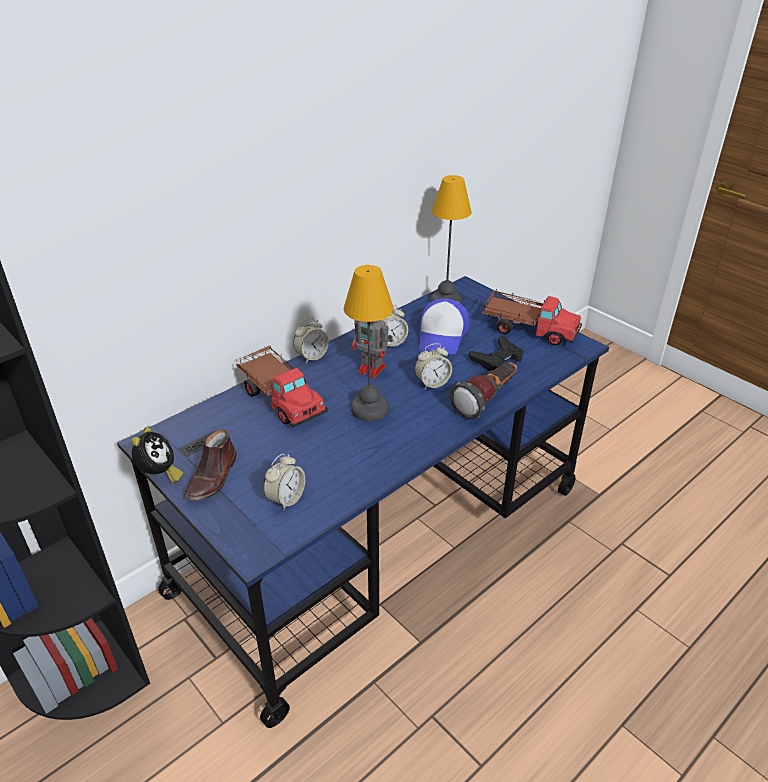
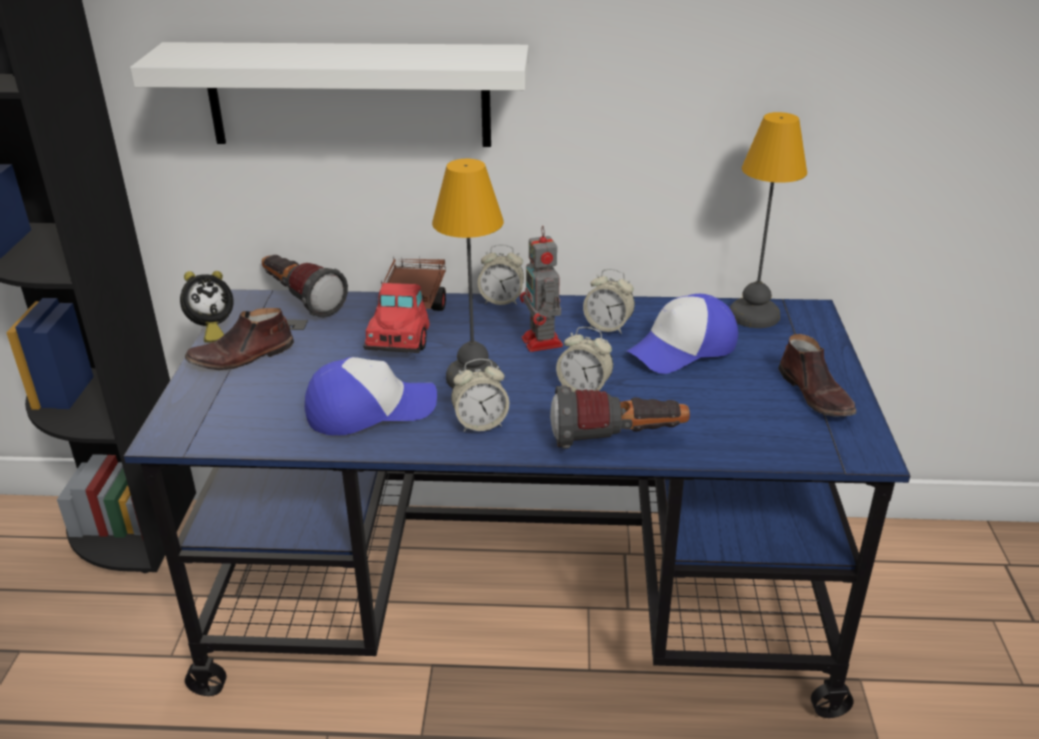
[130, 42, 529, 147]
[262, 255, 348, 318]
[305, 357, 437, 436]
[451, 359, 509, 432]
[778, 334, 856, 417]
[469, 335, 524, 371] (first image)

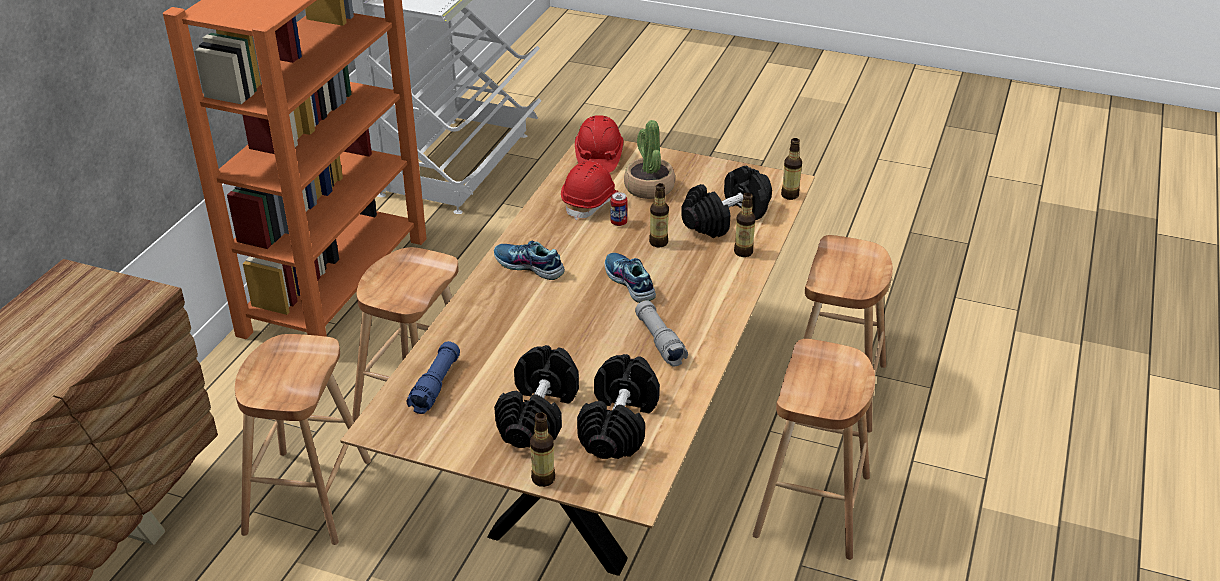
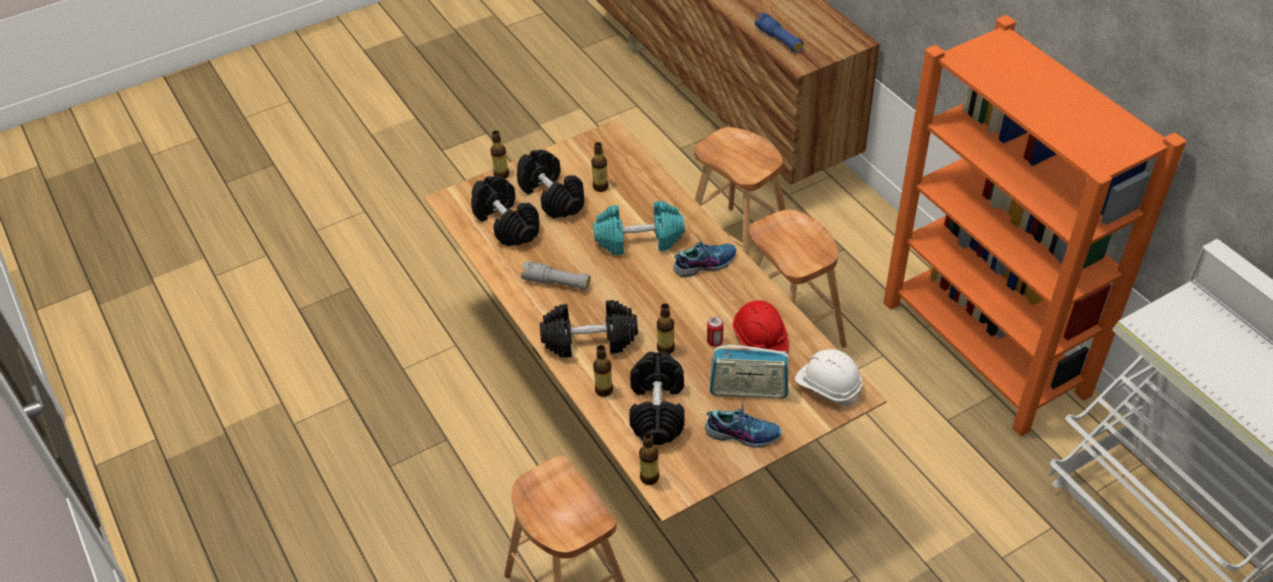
[540, 300, 638, 358]
[591, 142, 608, 192]
[593, 201, 685, 255]
[705, 401, 782, 448]
[710, 345, 790, 398]
[755, 13, 804, 53]
[795, 349, 862, 406]
[753, 339, 875, 560] (first image)

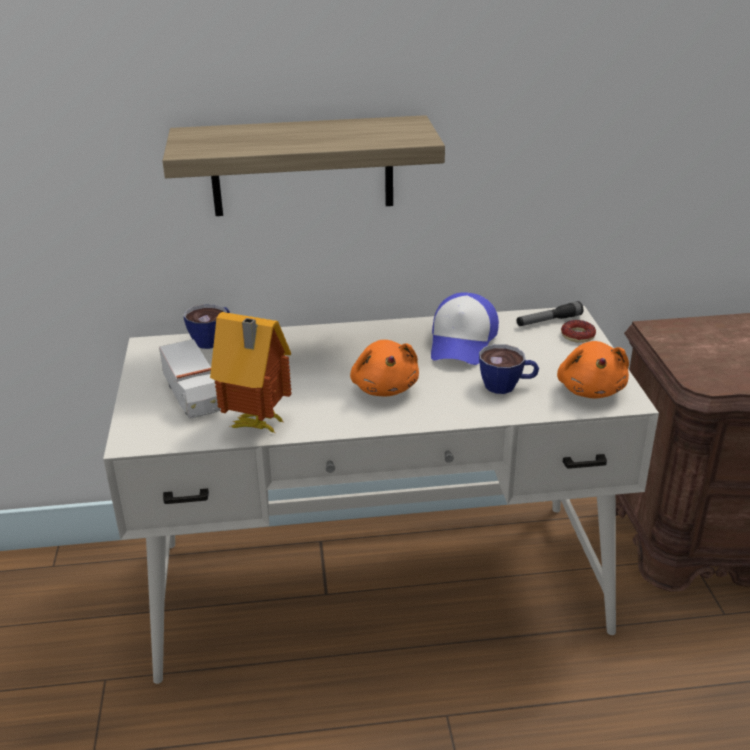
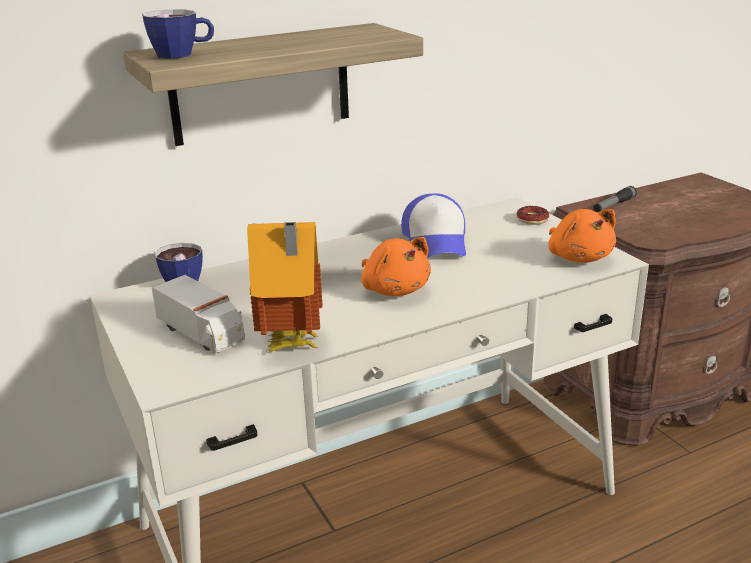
[142, 9, 214, 59]
[593, 186, 637, 212]

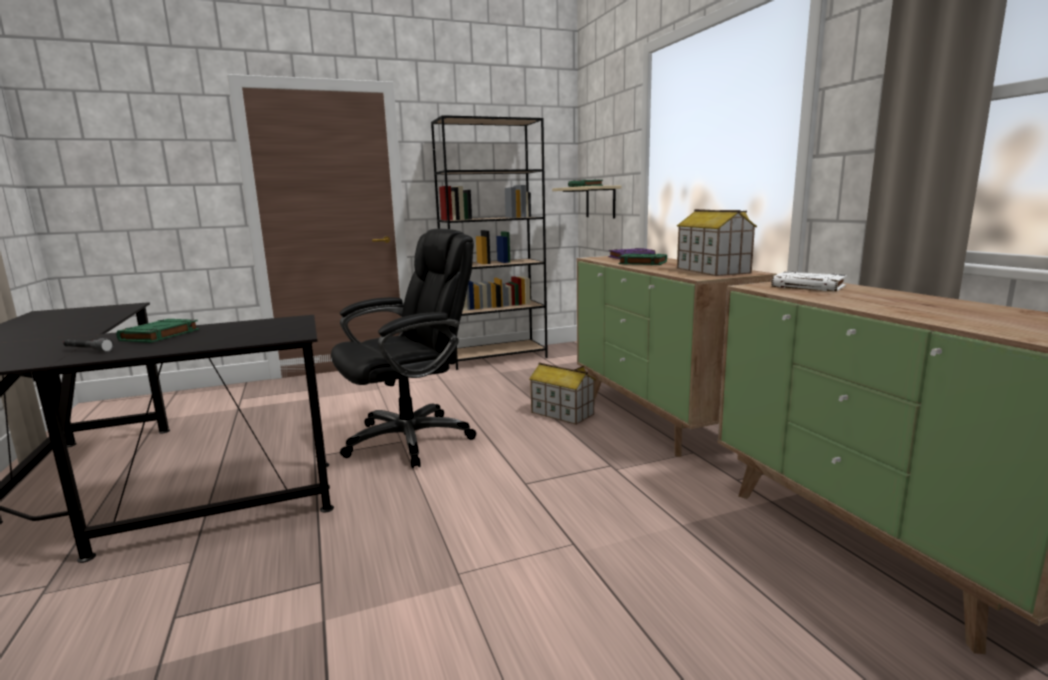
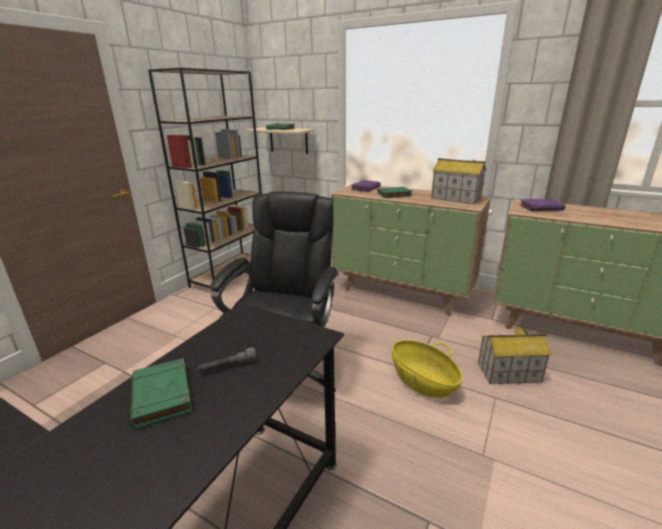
[198, 347, 257, 372]
[392, 340, 462, 398]
[478, 325, 551, 384]
[519, 198, 565, 211]

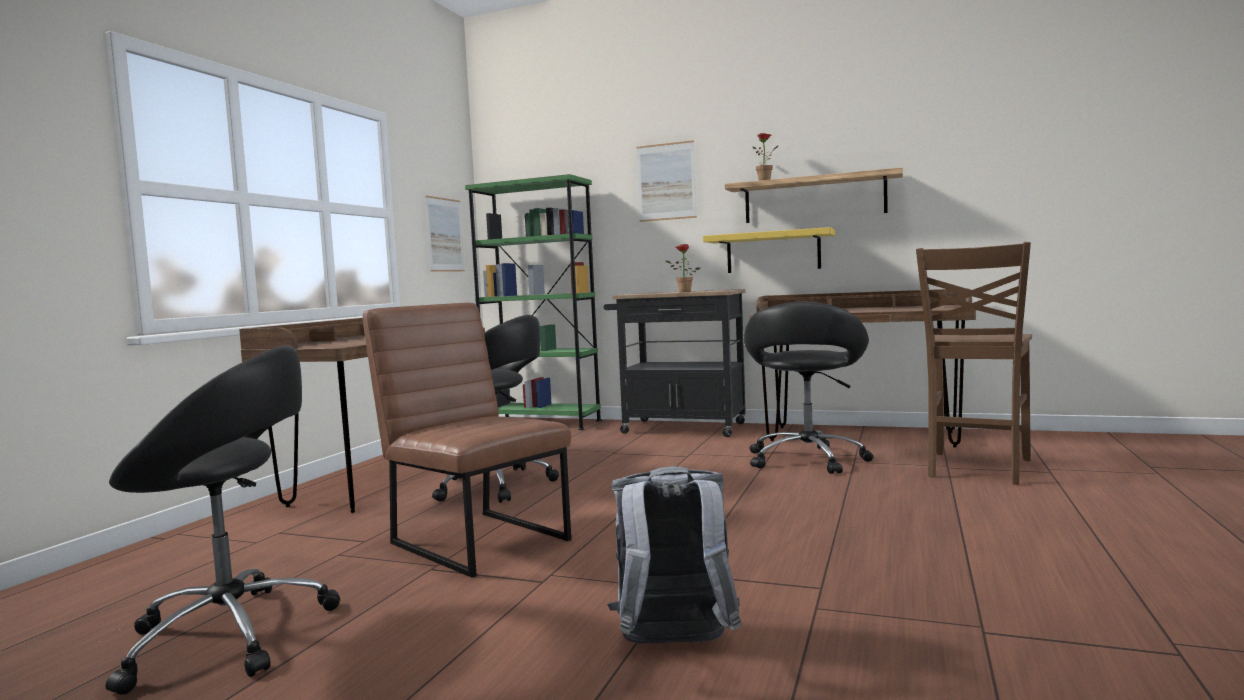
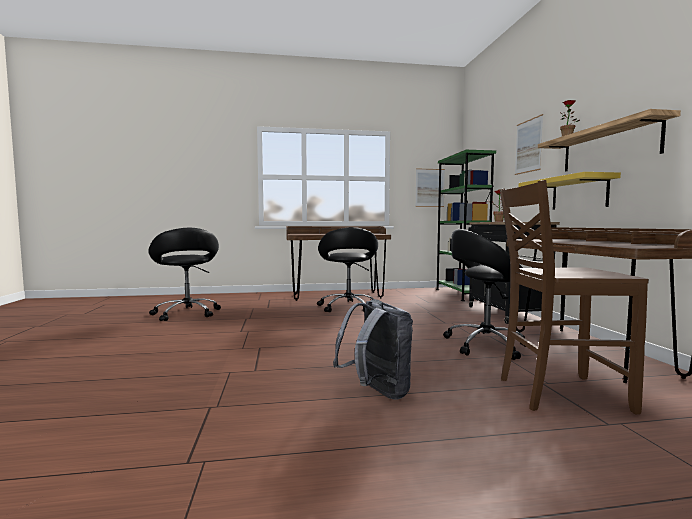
[333, 299, 413, 400]
[363, 303, 571, 578] (first image)

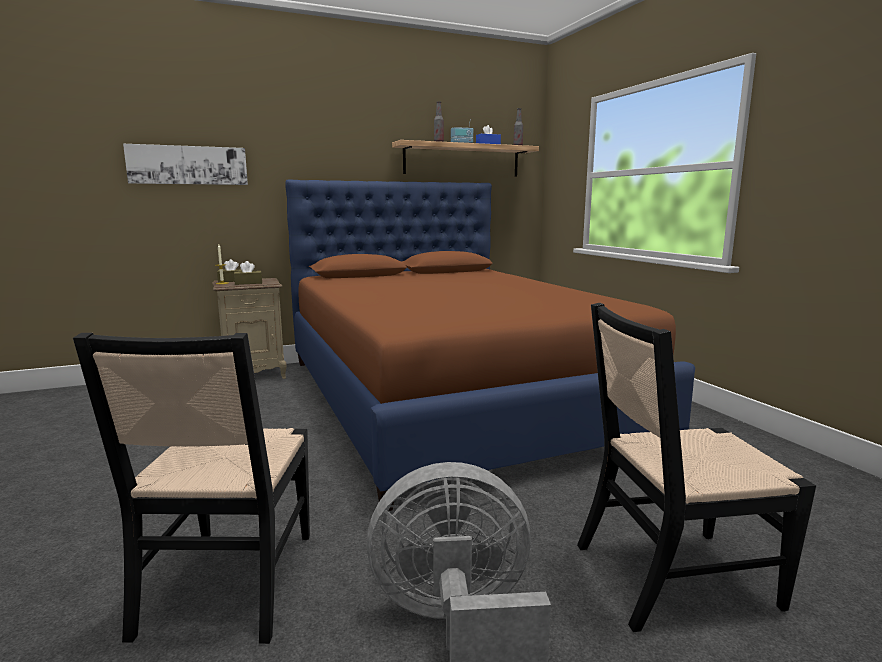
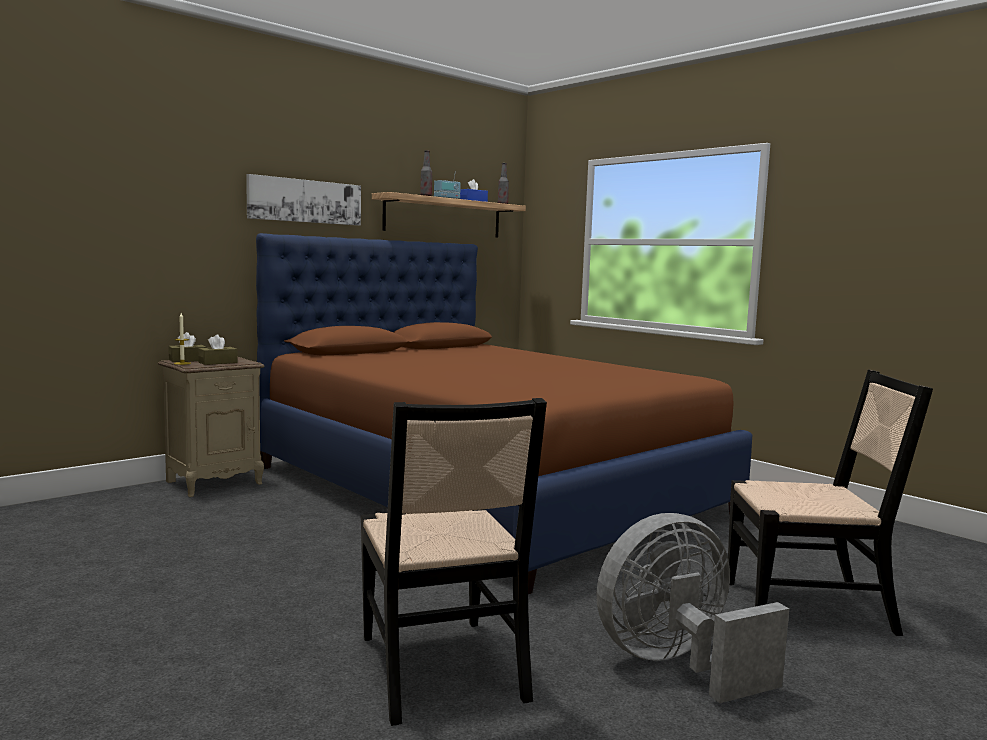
[246, 174, 361, 226]
[728, 369, 933, 636]

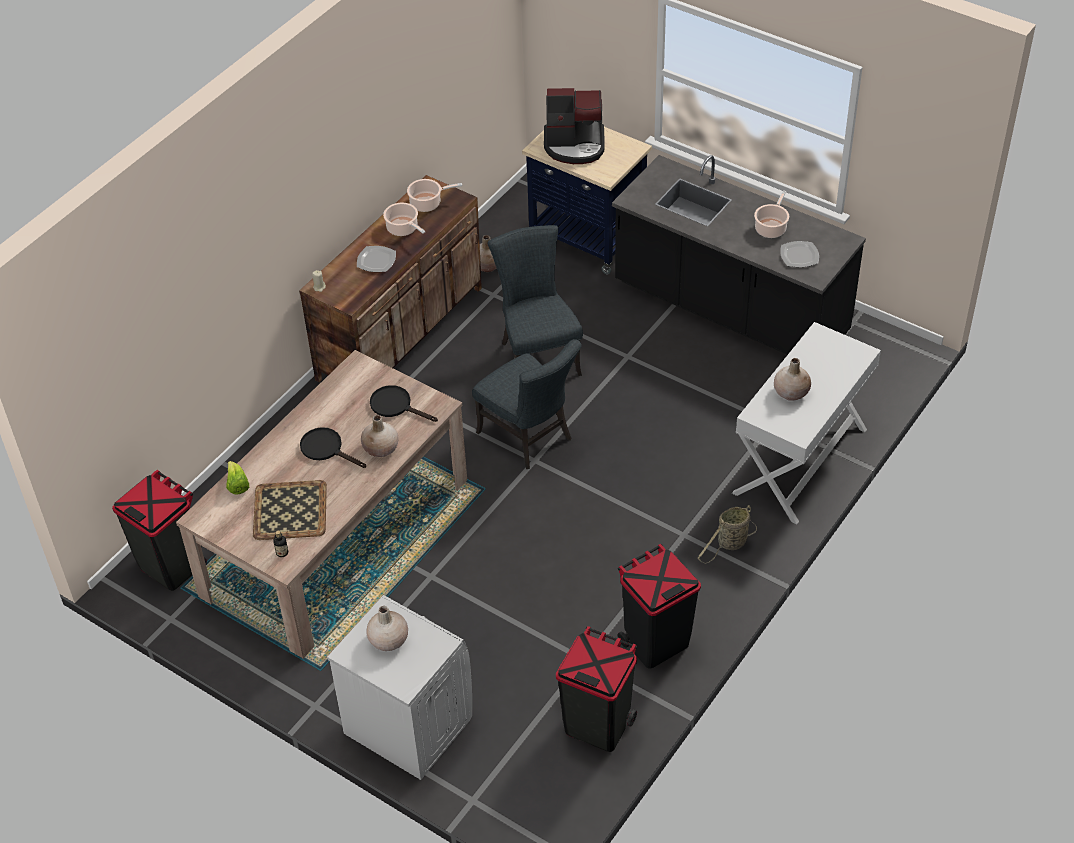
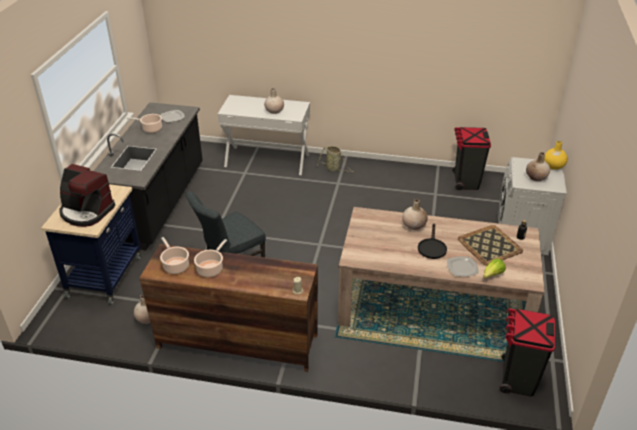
[60, 164, 115, 227]
[447, 256, 479, 277]
[544, 141, 568, 170]
[370, 385, 438, 422] (first image)
[472, 339, 582, 469] (first image)
[618, 544, 701, 669] (first image)

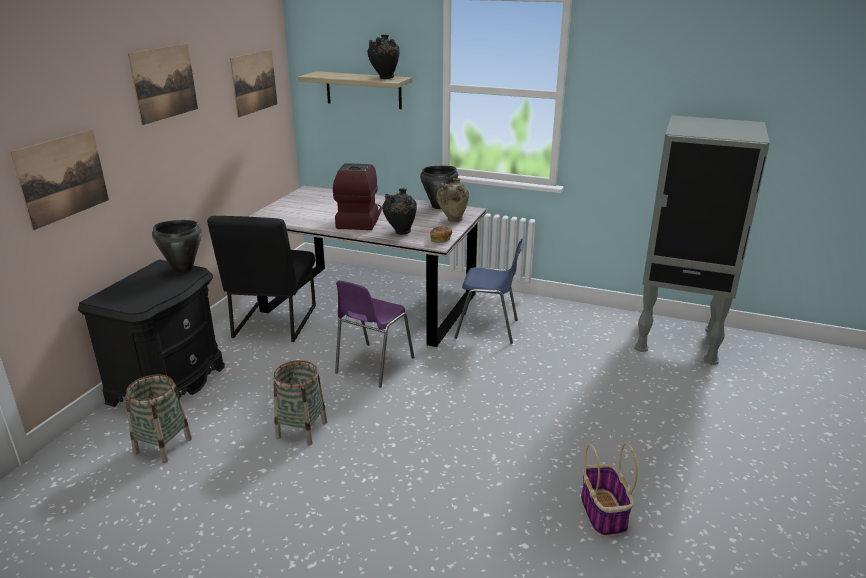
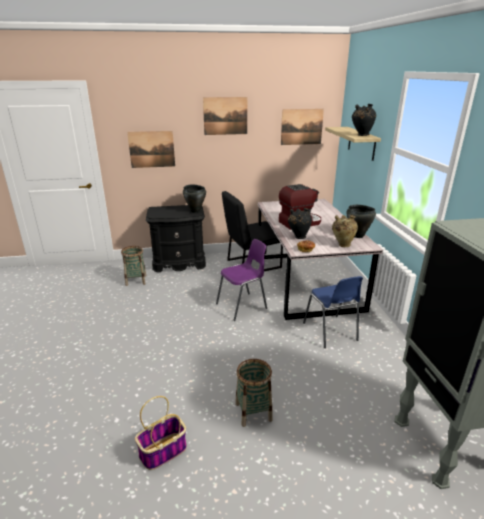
[216, 239, 267, 321]
[235, 359, 273, 427]

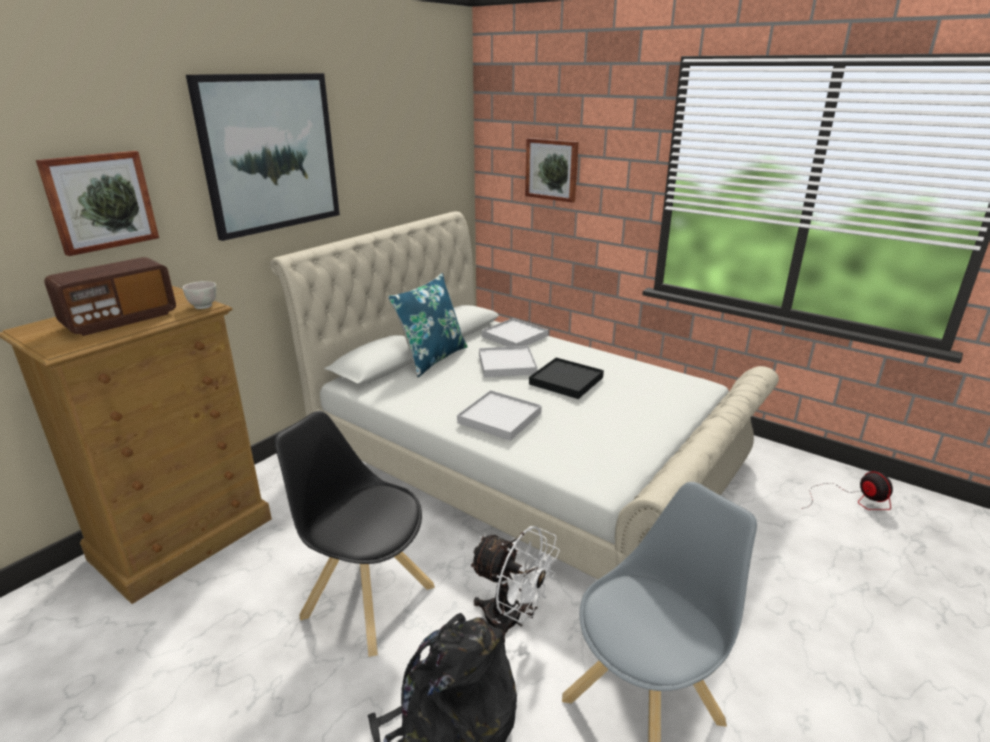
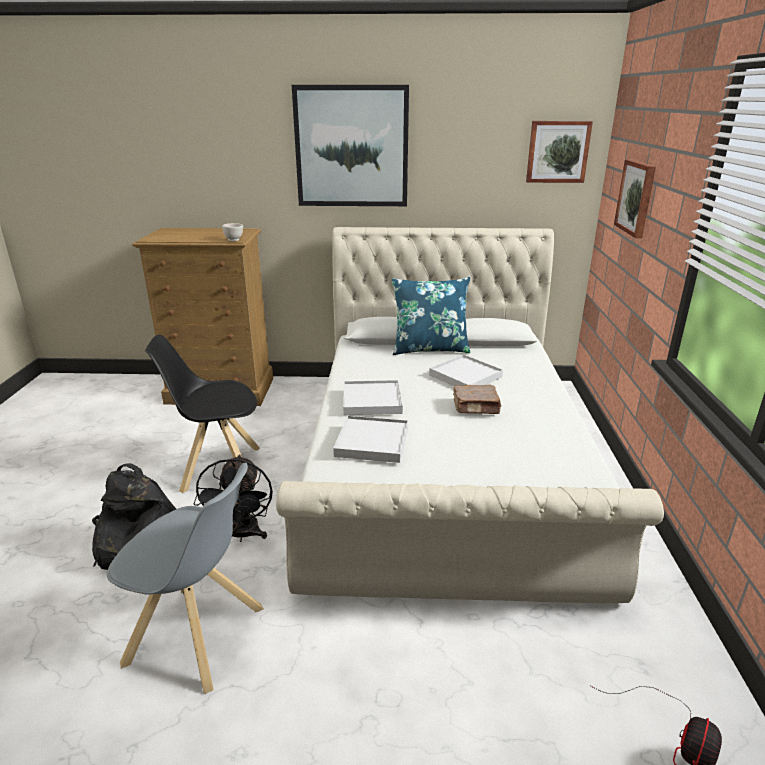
[145, 335, 260, 493]
[194, 455, 273, 542]
[333, 416, 408, 463]
[453, 385, 501, 414]
[526, 121, 593, 183]
[44, 257, 176, 336] (first image)

